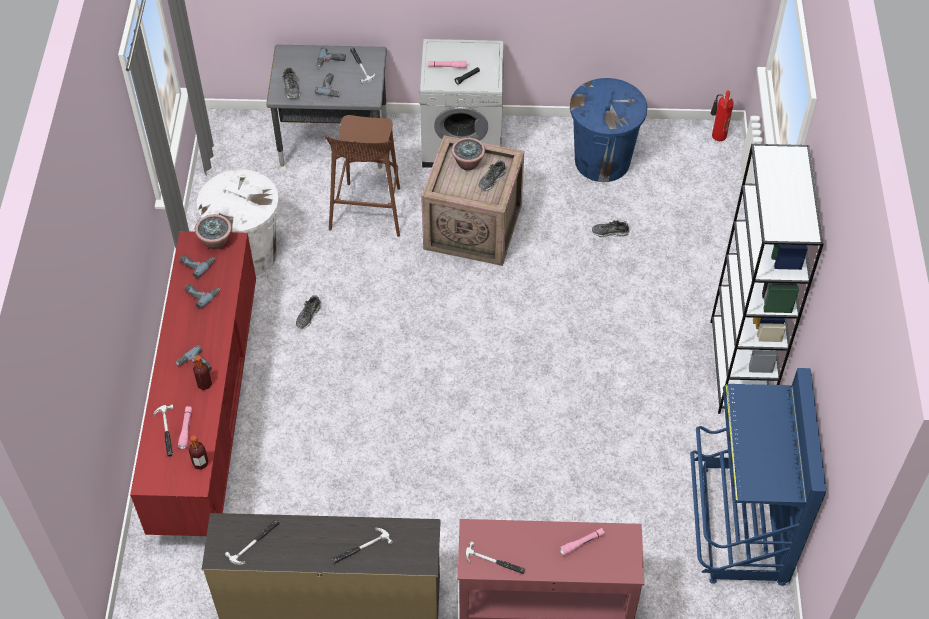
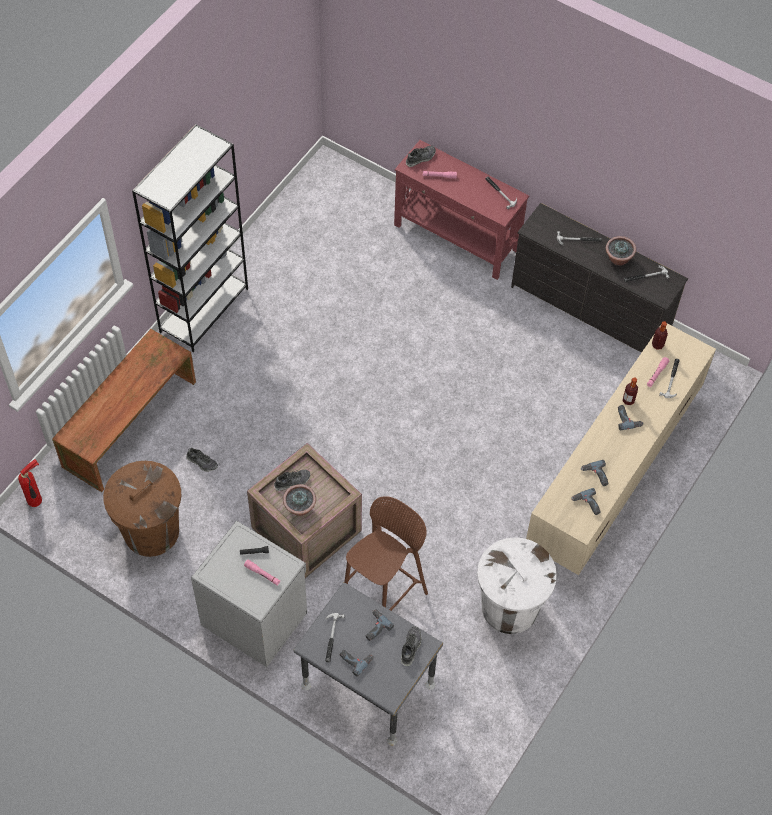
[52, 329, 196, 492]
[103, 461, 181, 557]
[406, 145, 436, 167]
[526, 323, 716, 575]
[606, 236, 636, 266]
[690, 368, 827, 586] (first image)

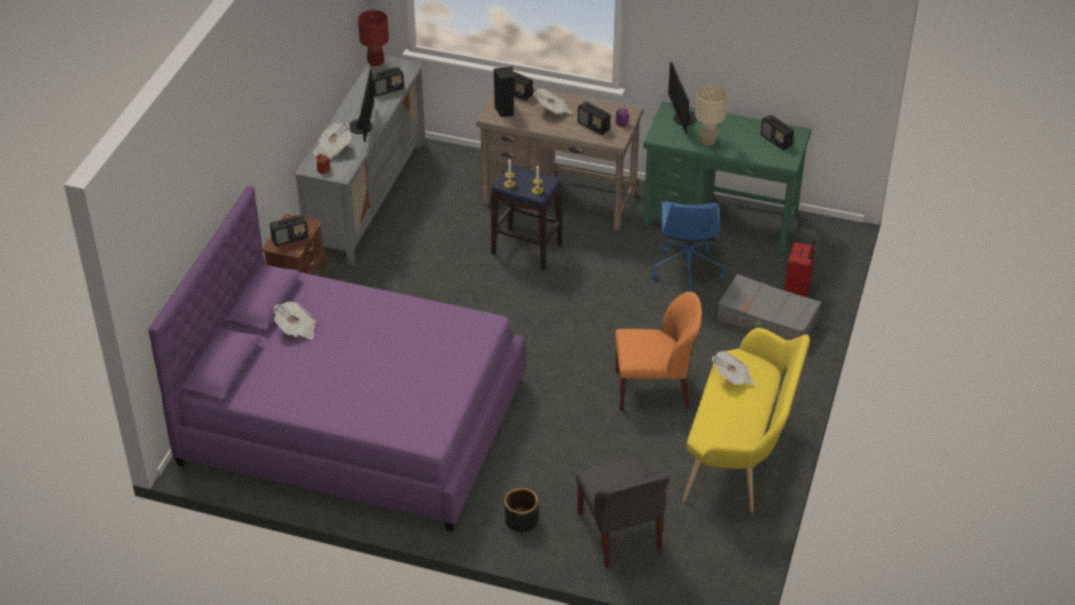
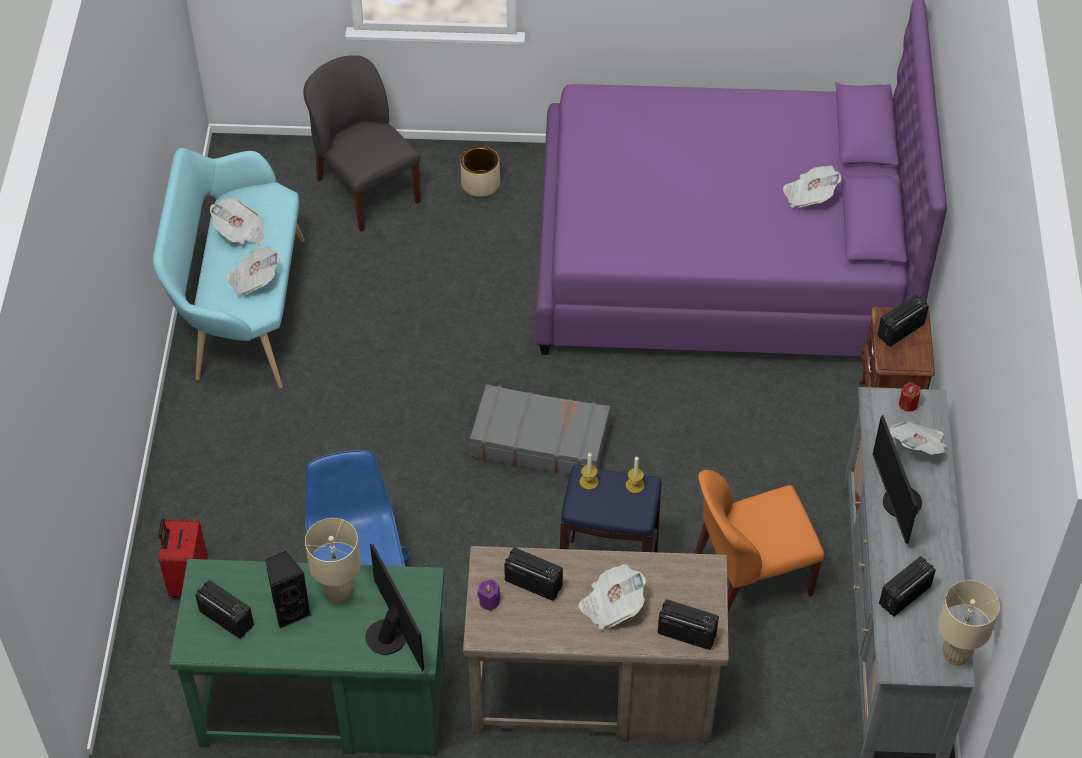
[153, 148, 305, 389]
[210, 198, 265, 244]
[265, 551, 311, 629]
[460, 146, 500, 197]
[470, 384, 610, 475]
[694, 470, 824, 612]
[938, 580, 1000, 666]

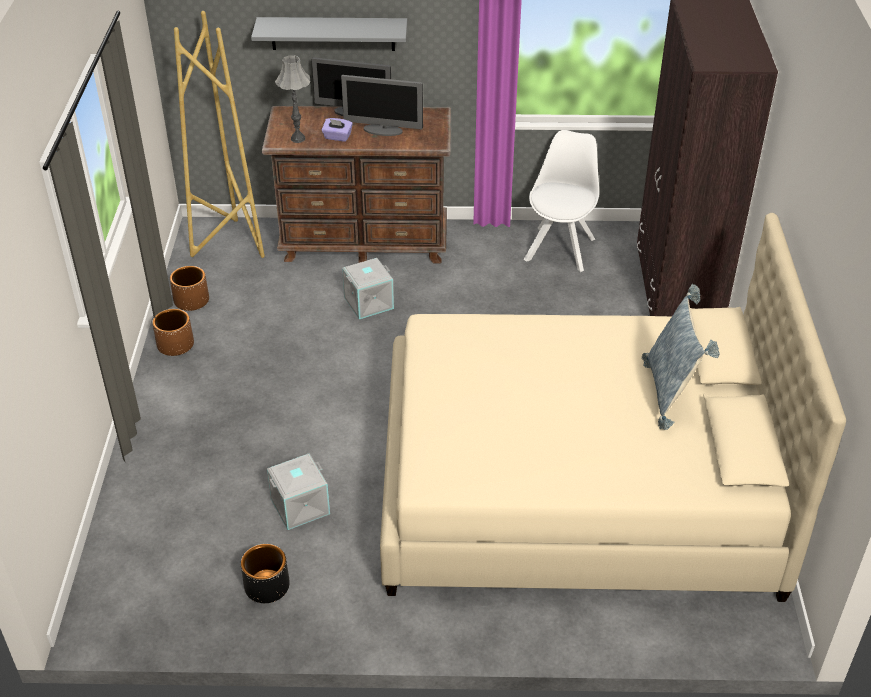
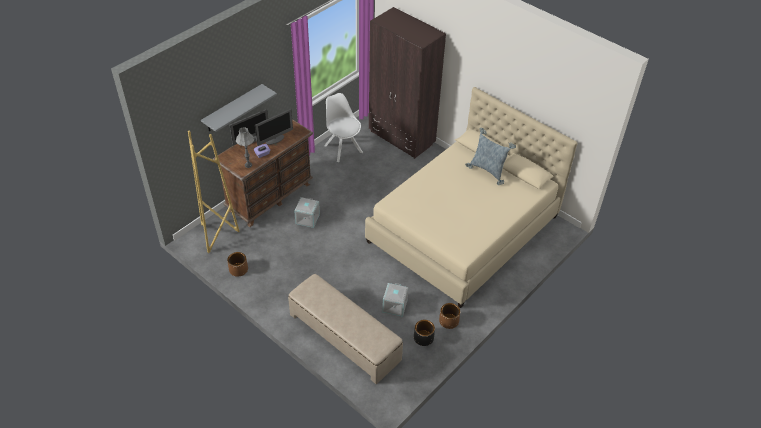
[288, 274, 403, 384]
[439, 303, 460, 329]

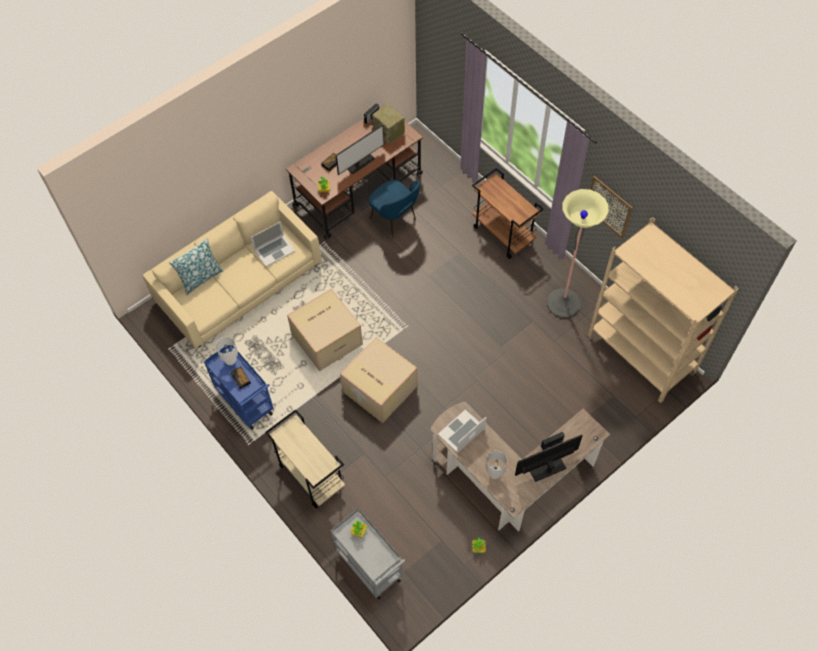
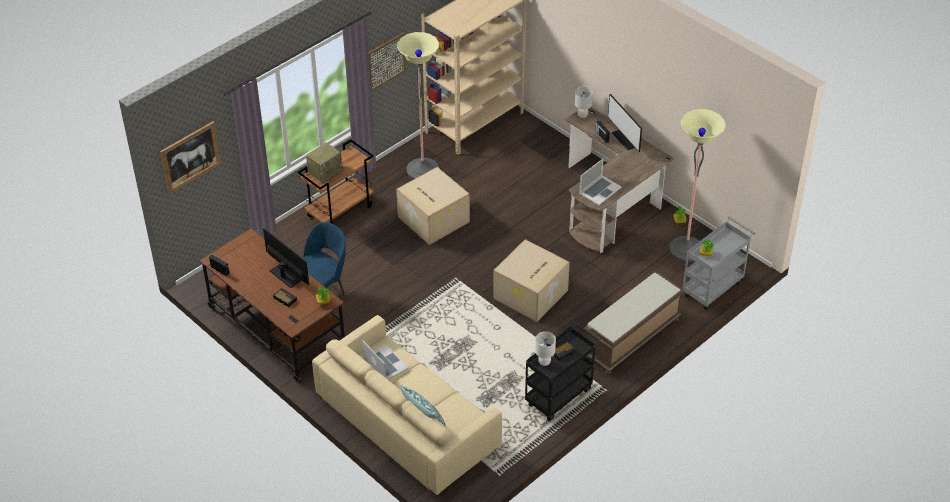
[160, 121, 221, 194]
[306, 142, 344, 184]
[396, 167, 470, 245]
[525, 321, 600, 421]
[575, 87, 593, 118]
[579, 158, 621, 205]
[584, 272, 685, 375]
[669, 109, 726, 262]

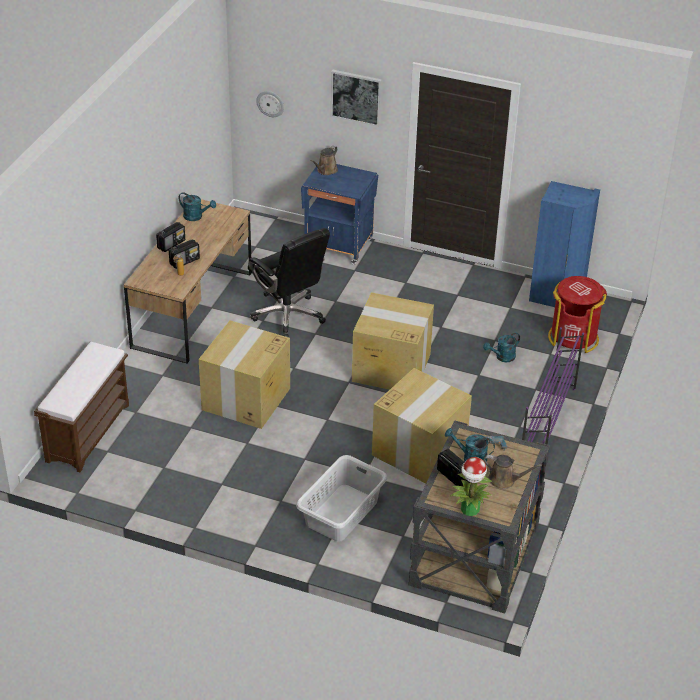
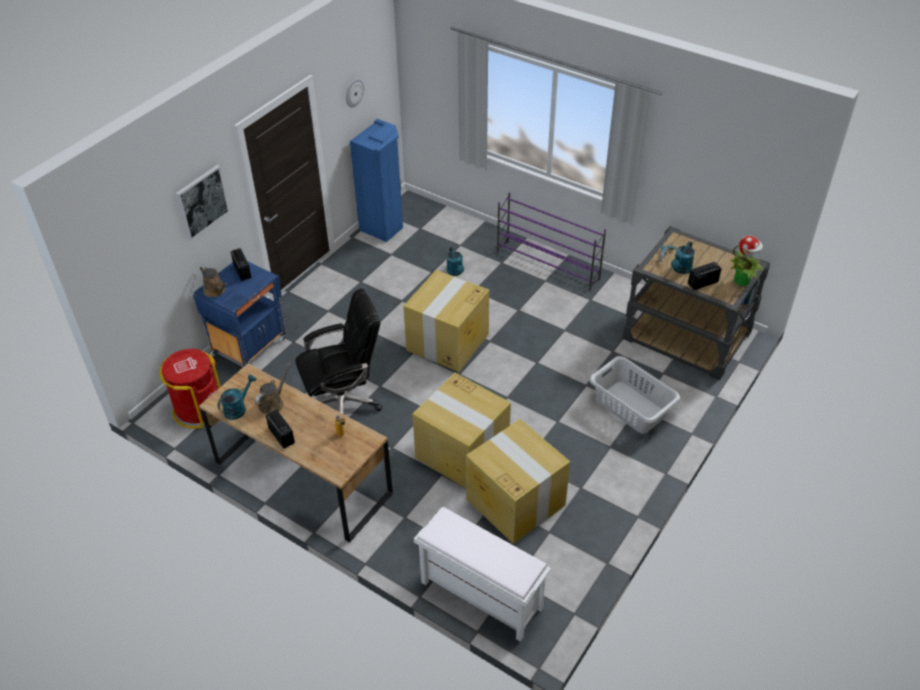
[160, 349, 221, 429]
[231, 248, 251, 281]
[254, 362, 290, 414]
[346, 78, 365, 107]
[414, 507, 551, 642]
[466, 419, 570, 544]

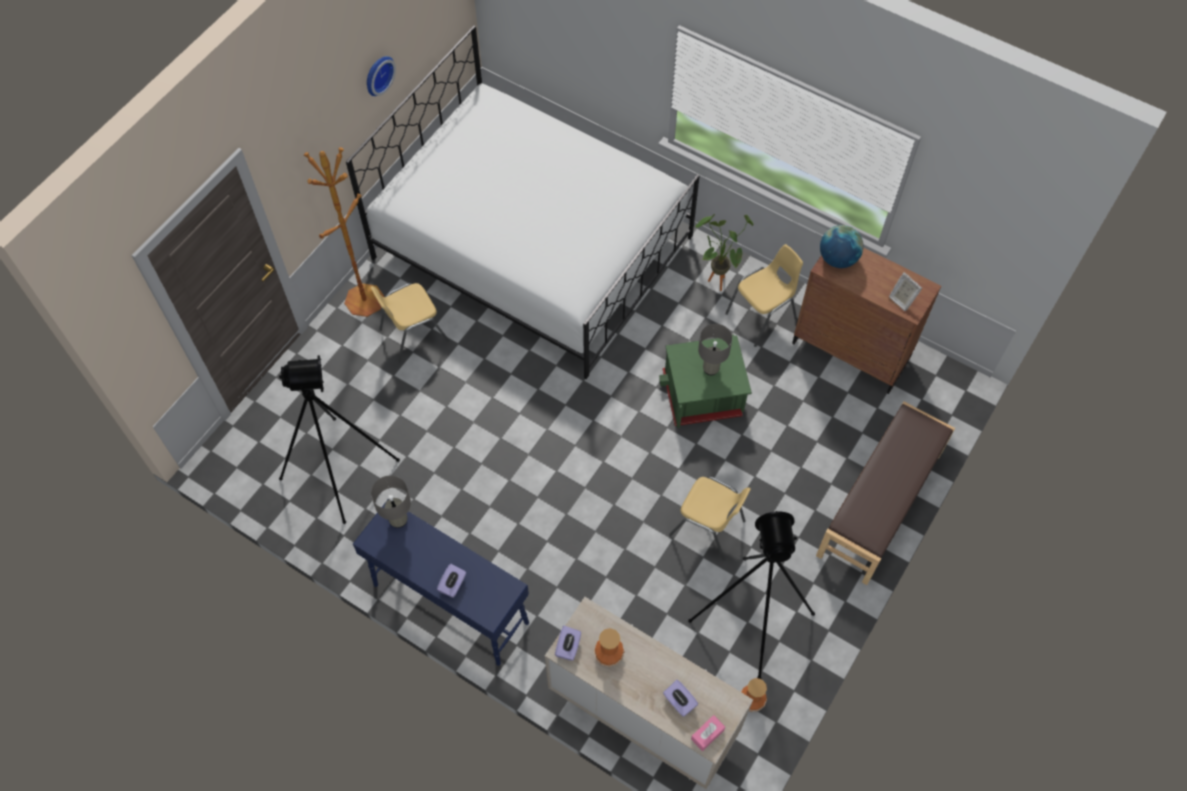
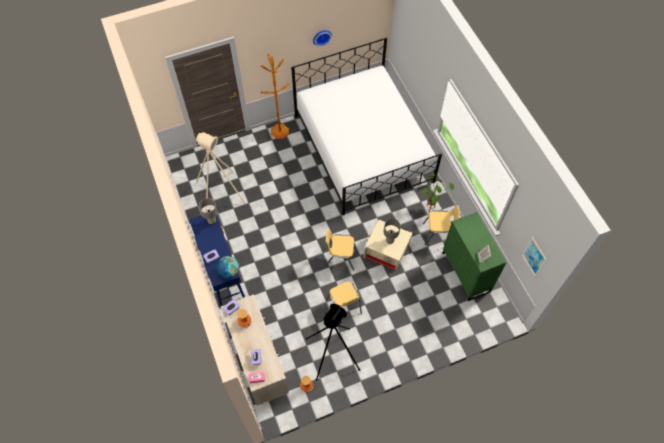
[196, 132, 245, 211]
[217, 256, 239, 279]
[325, 229, 356, 270]
[363, 220, 413, 270]
[442, 212, 507, 301]
[522, 237, 546, 277]
[816, 401, 955, 585] (first image)

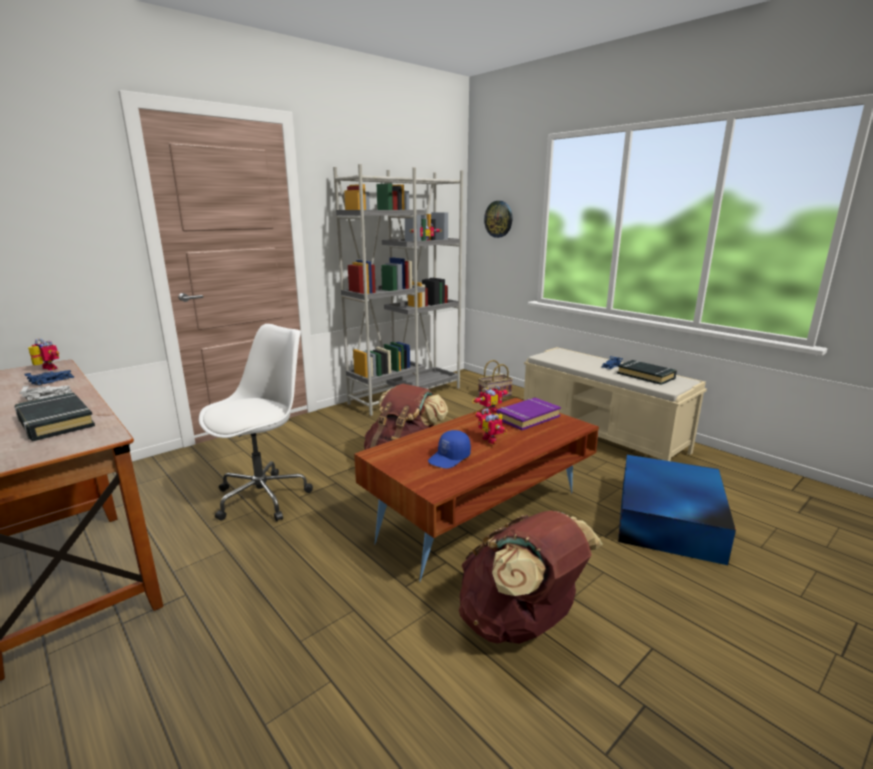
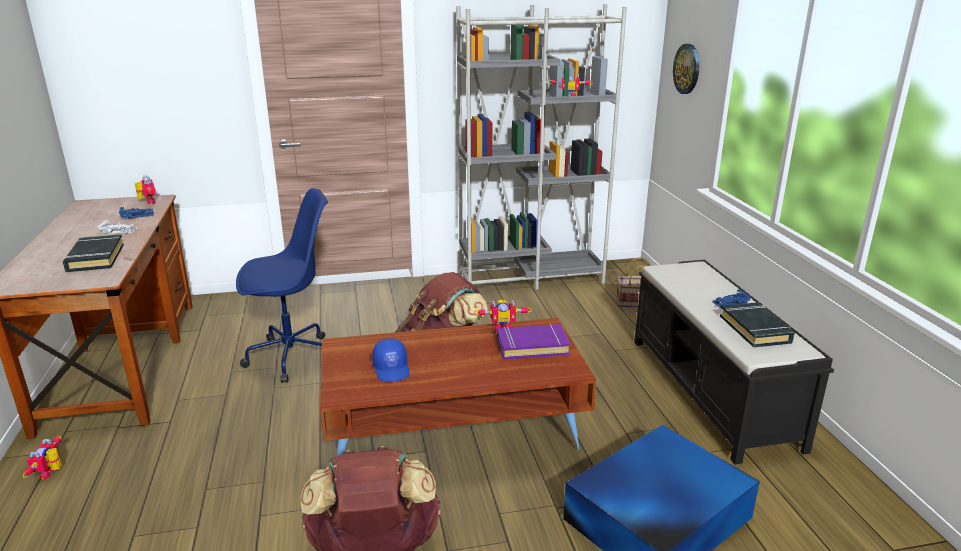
[23, 436, 62, 480]
[236, 188, 328, 383]
[372, 338, 409, 382]
[634, 260, 834, 464]

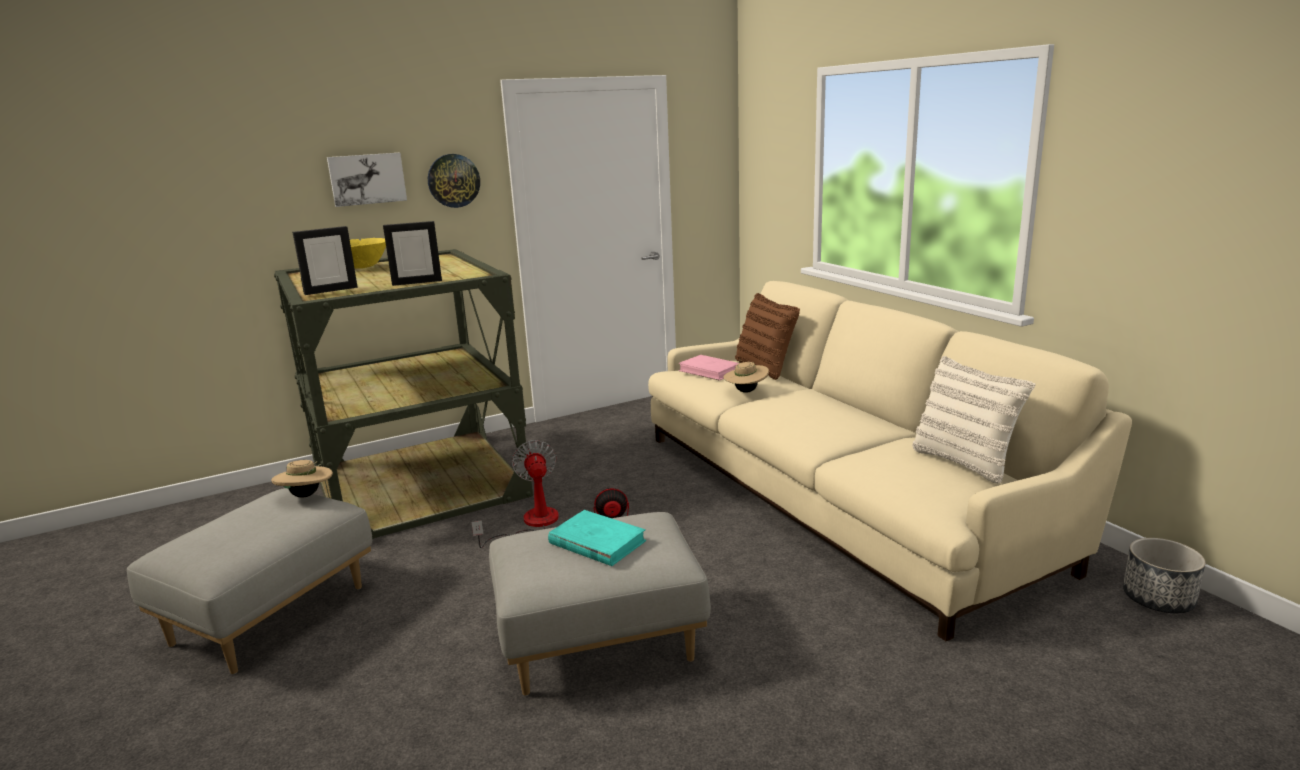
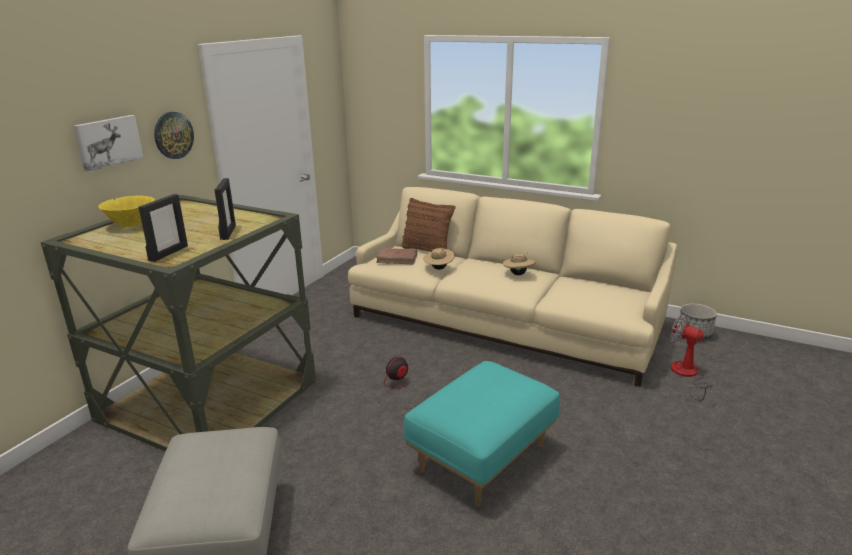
[215, 178, 236, 240]
[376, 248, 417, 264]
[404, 361, 560, 506]
[503, 254, 536, 275]
[671, 315, 715, 401]
[548, 510, 646, 566] (first image)
[912, 356, 1036, 484] (first image)

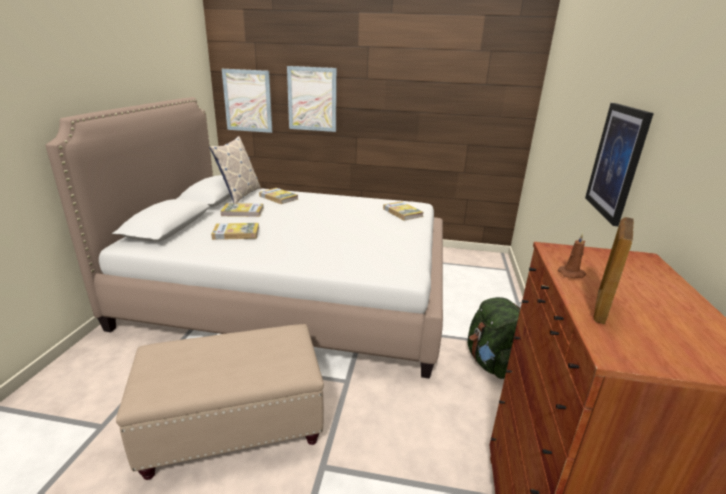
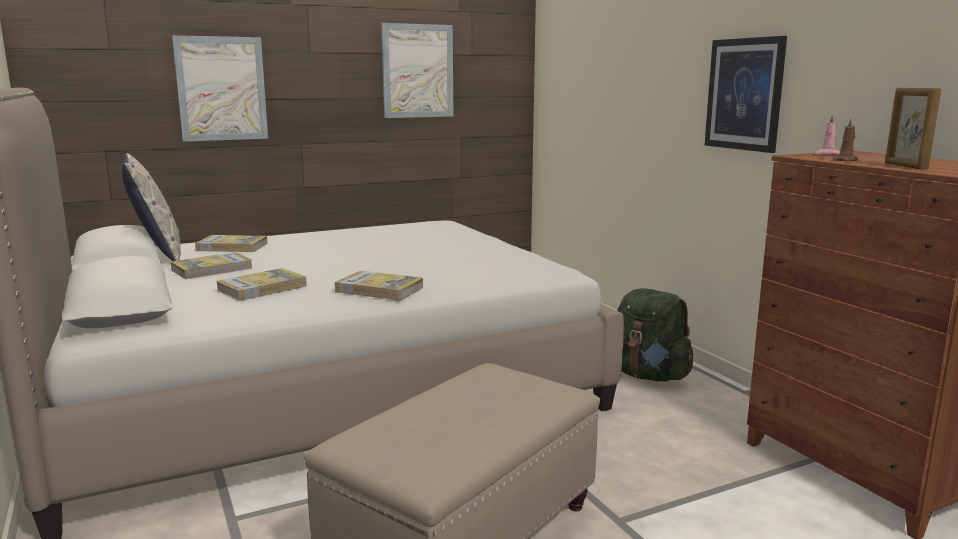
[335, 271, 423, 300]
[381, 23, 453, 118]
[814, 114, 840, 155]

